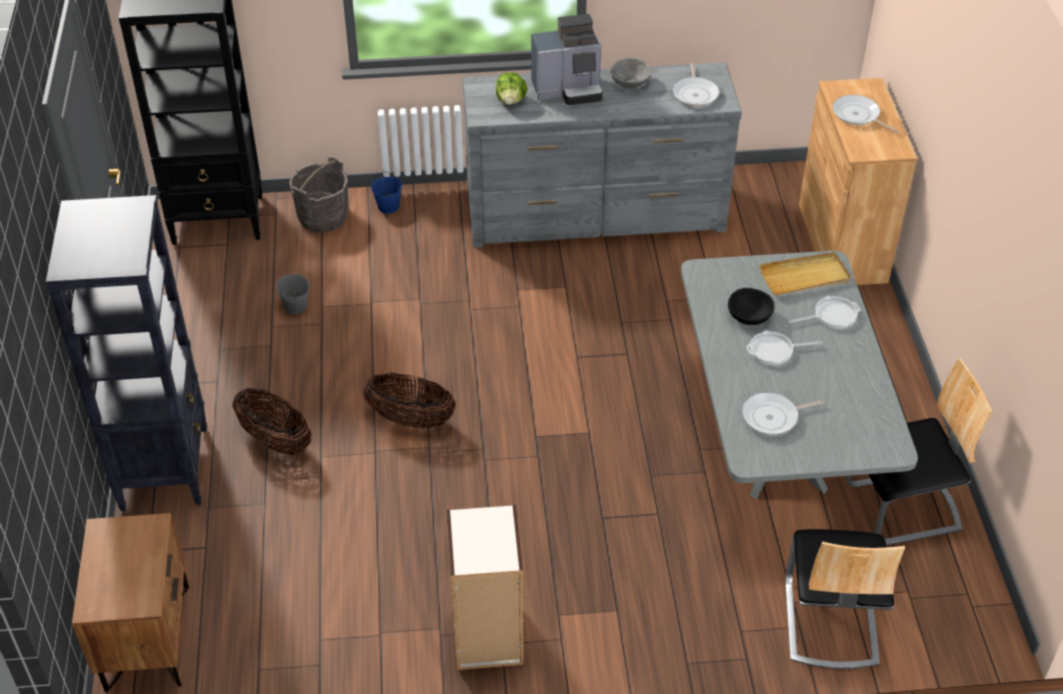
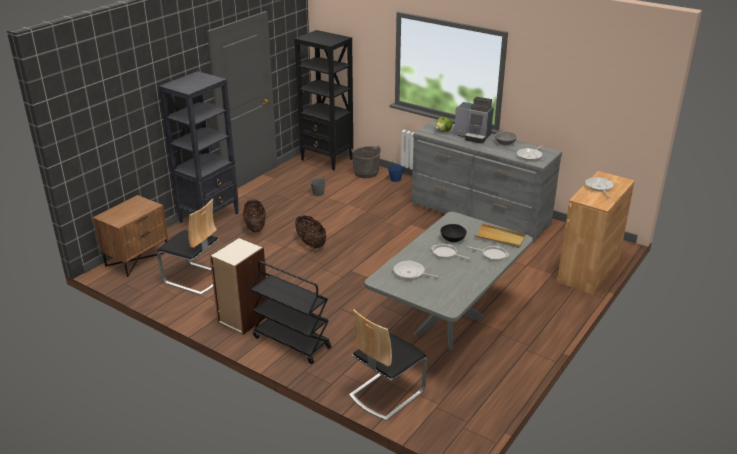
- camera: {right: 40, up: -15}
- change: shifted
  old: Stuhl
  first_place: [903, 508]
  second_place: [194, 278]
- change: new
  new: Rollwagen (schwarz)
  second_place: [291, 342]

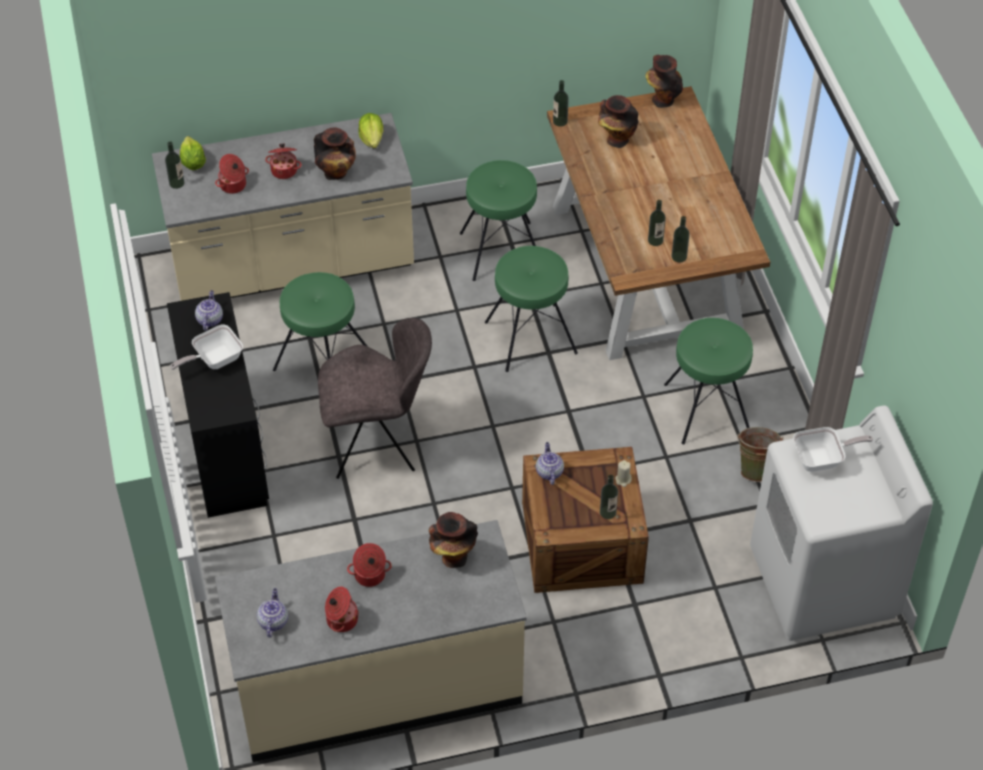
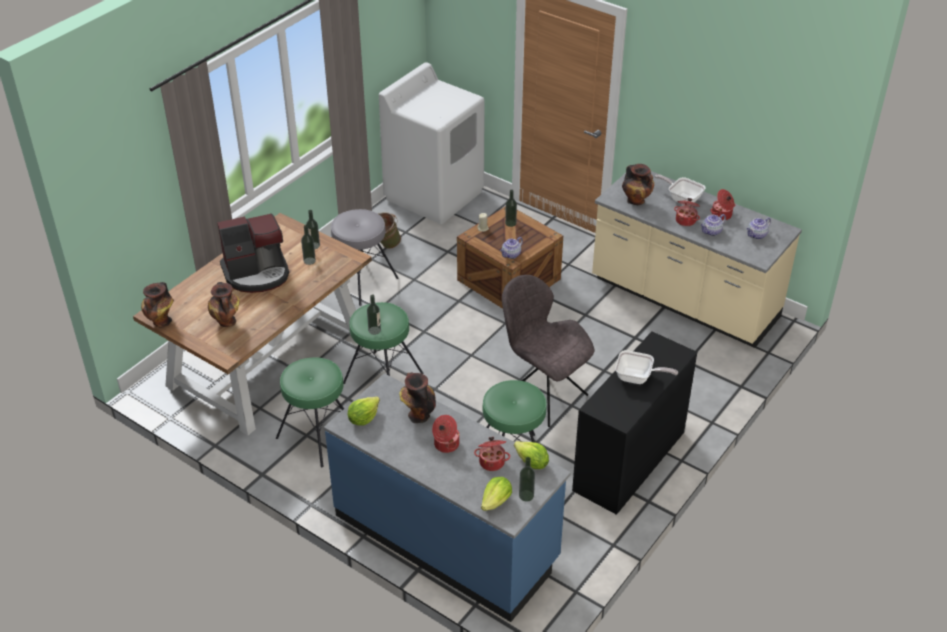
- camera: {right: -130, up: -10}
- change: new
  new: Kaffeemaschine
  second_place: [257, 273]
- change: repainted
  old: Küchenzeile (beige)
  new: Küchenzeile (blau)
  first_place: [292, 266]
  second_place: [446, 537]
- change: repainted
  old: Hocker (grün)
  new: Hocker (grau)
  first_place: [706, 409]
  second_place: [361, 281]
- change: shifted
  old: Flasche
  first_place: [560, 121]
  second_place: [374, 330]
- change: new
  new: Salatkopf
  second_place: [531, 463]
- change: shifted
  old: Pfanne
  first_place: [822, 460]
  second_place: [681, 199]
- change: shifted
  old: Teekanne
  first_place: [209, 319]
  second_place: [711, 232]

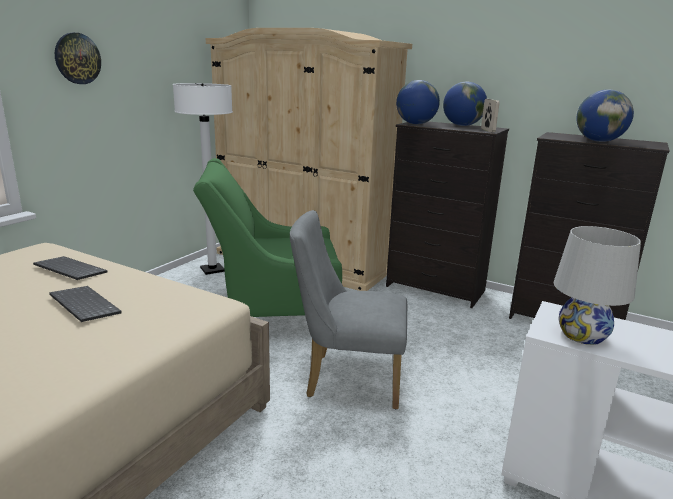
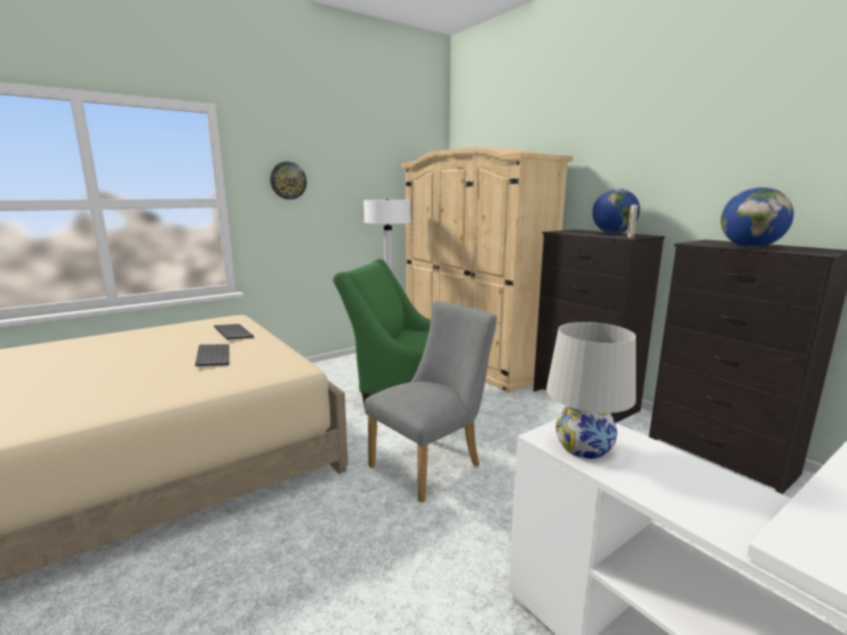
- camera: {right: 25, up: -5}
- change: rotated
  old: Stuhl (grau)
  first_place: [346, 379]
  second_place: [431, 464]
  degrees: 105
- change: gone
  old: Globus
  first_place: [416, 124]

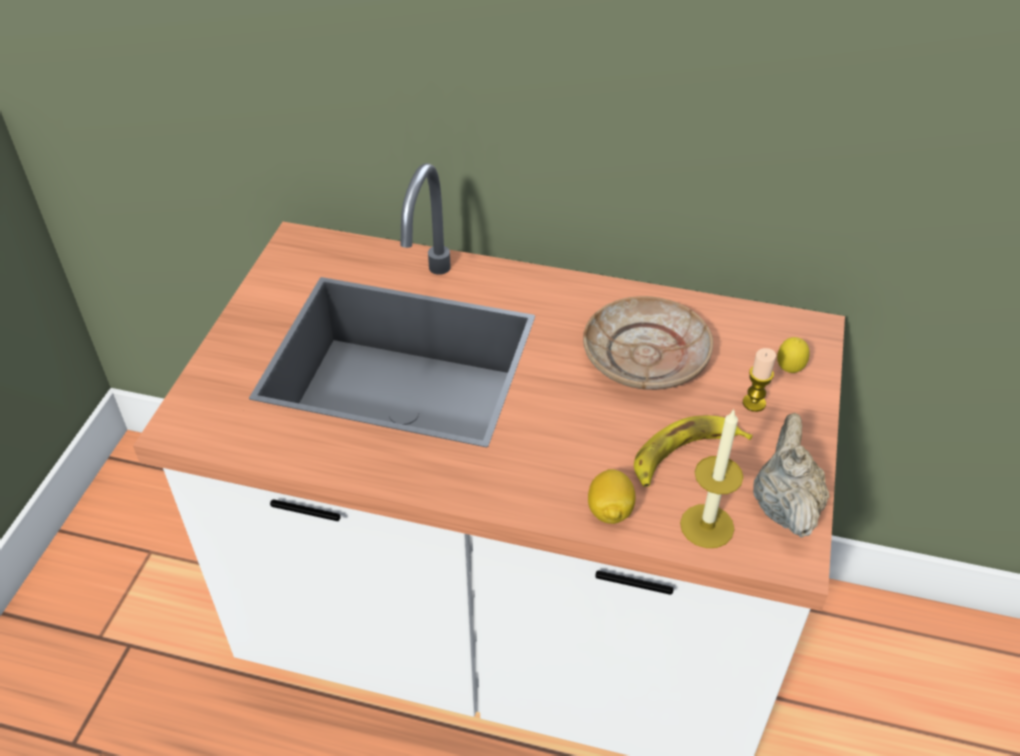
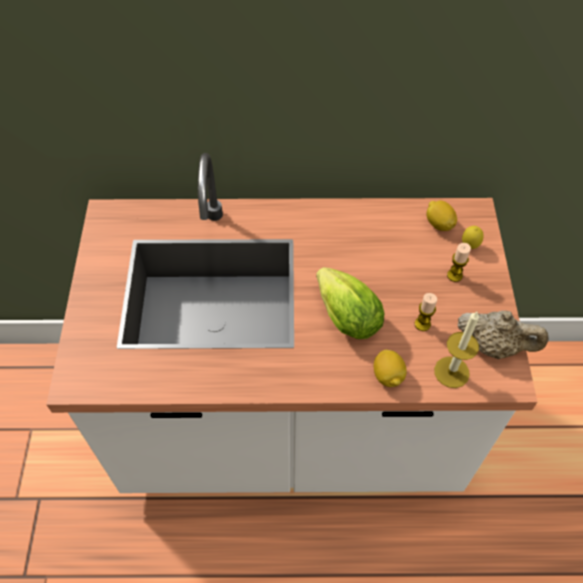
- camera: {right: -15, up: 10}
- change: new
  new: Salatkopf
  second_place: [344, 314]
- change: swapped
  old: Banane
  new: Kerze
  first_place: [684, 455]
  second_place: [422, 324]
- change: new
  new: Zitrone
  second_place: [439, 224]
- change: rotated
  old: Teekanne (beige)
  first_place: [784, 506]
  second_place: [494, 346]
  degrees: 120
- change: gone
  old: Teller (beige)
  first_place: [646, 357]

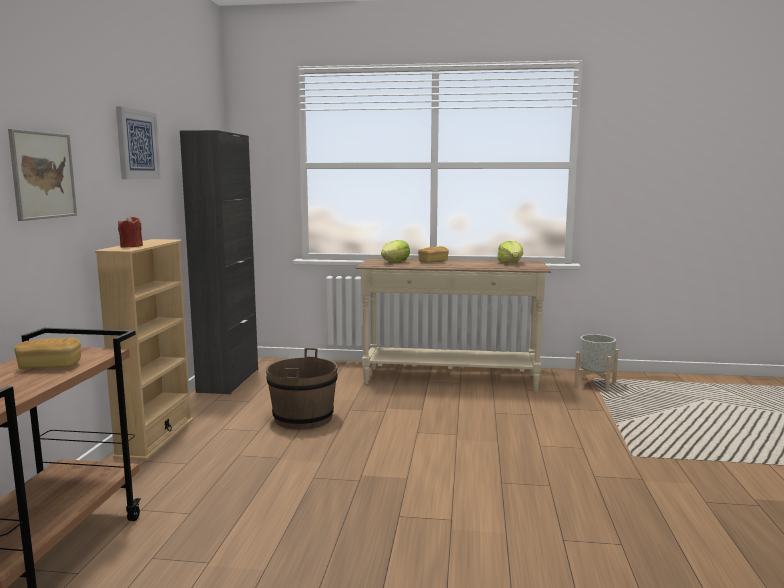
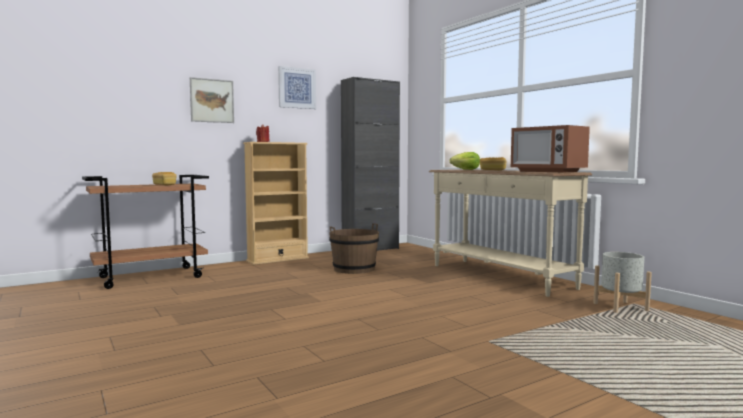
- camera: {right: 50, up: -5}
- change: swapped
  old: Salatkopf
  new: Mikrowelle
  first_place: [511, 263]
  second_place: [547, 171]

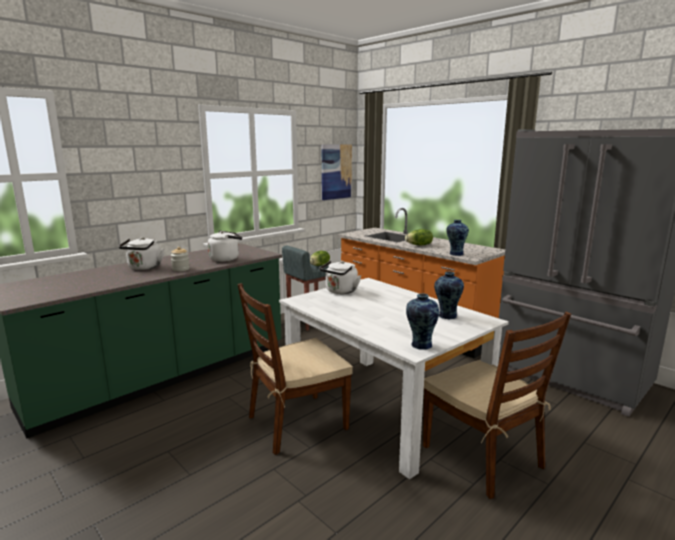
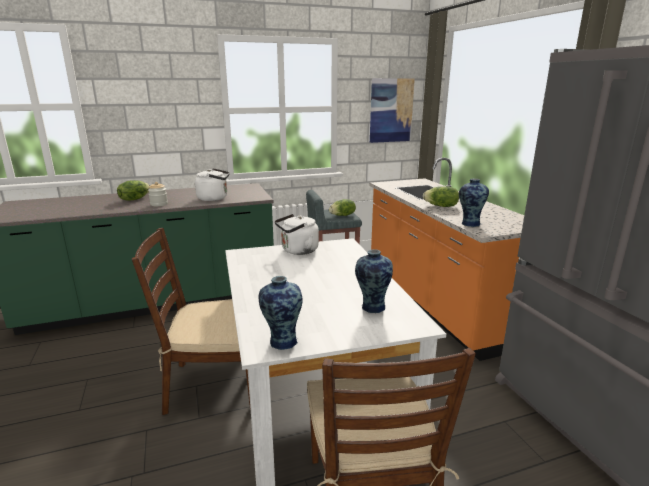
- camera: {right: 25, up: 5}
- change: swapped
  old: Wasserkessel (weiß)
  new: Salatkopf
  first_place: [144, 268]
  second_place: [134, 199]

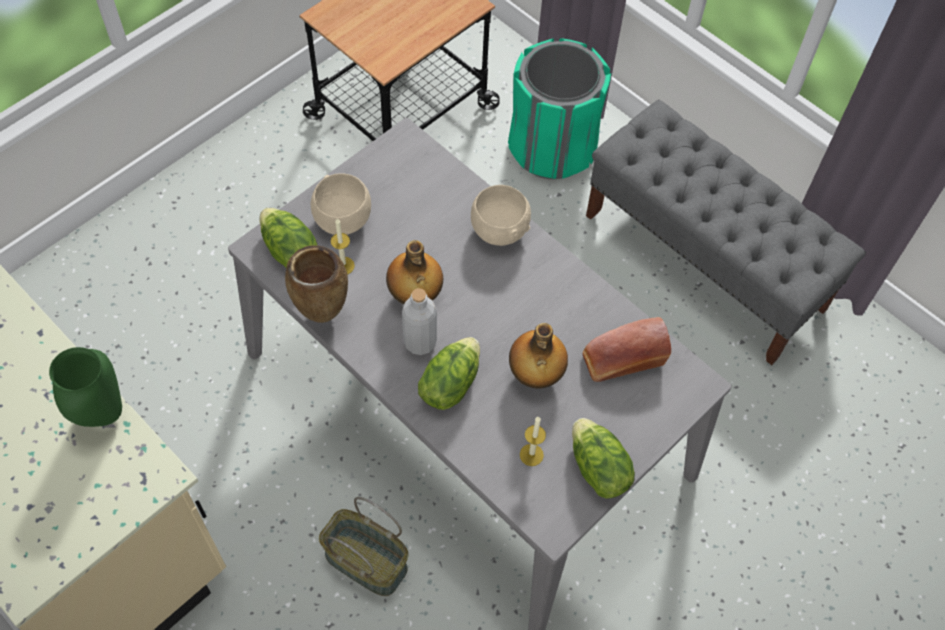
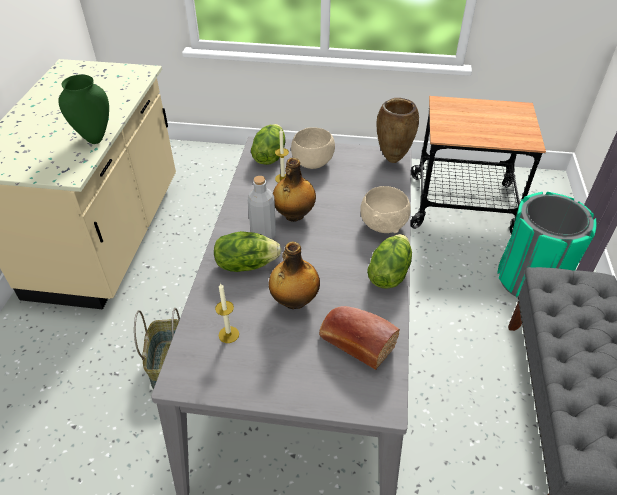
- camera: {right: 55, up: -15}
- change: shifted
  old: Salatkopf
  first_place: [597, 469]
  second_place: [388, 273]
- change: shifted
  old: Vase (braun)
  first_place: [322, 316]
  second_place: [392, 160]

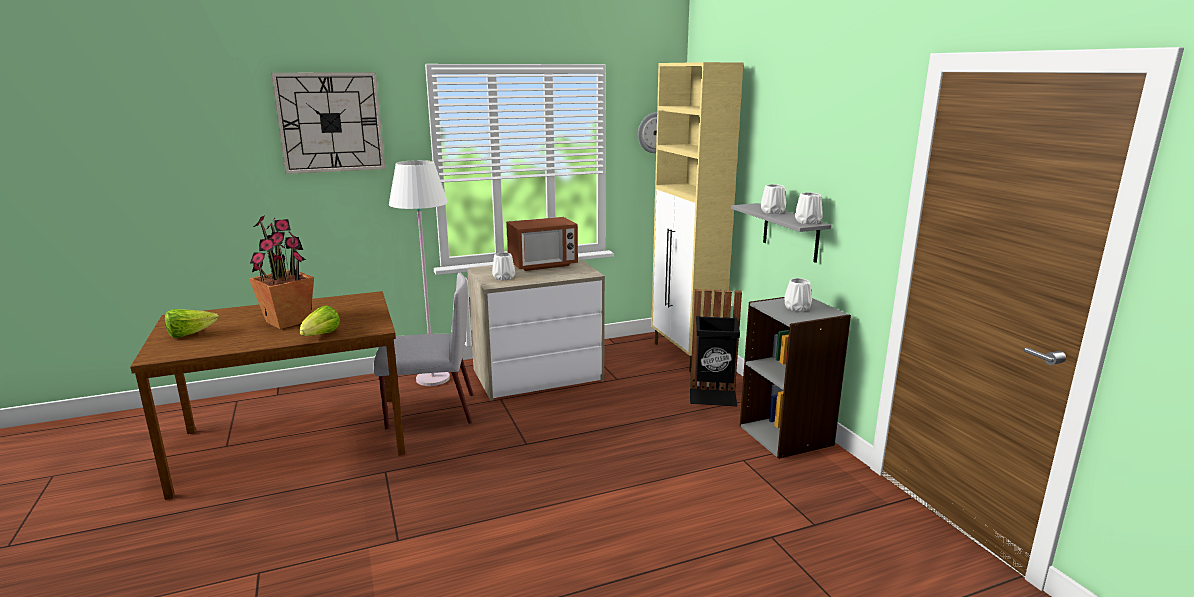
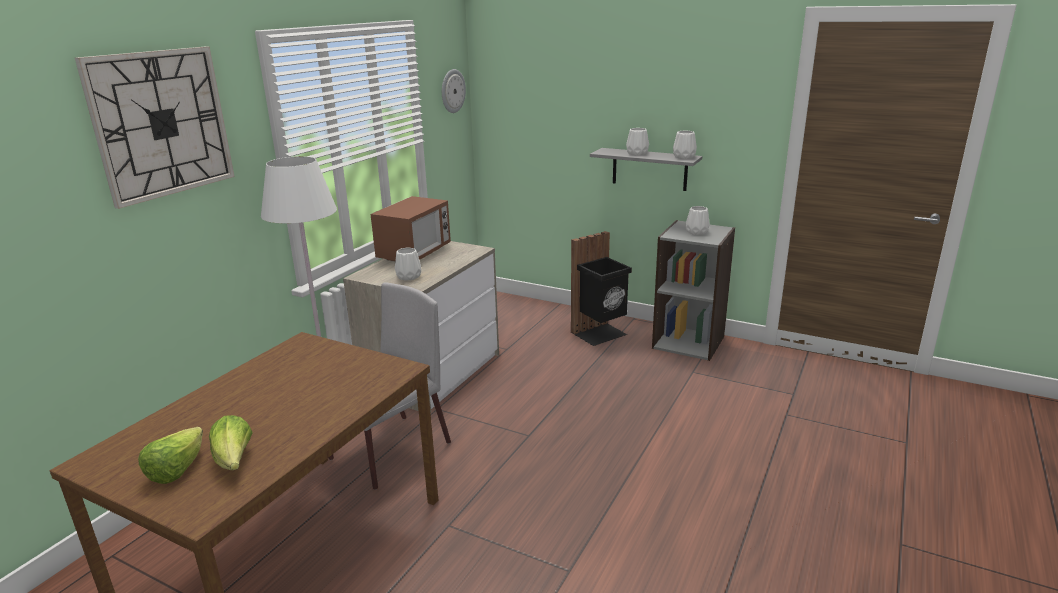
- camera: {right: -40, up: 5}
- change: shifted
  old: Salatkopf
  first_place: [321, 336]
  second_place: [234, 461]
- change: gone
  old: Topfpflanze
  first_place: [288, 321]
- change: gone
  old: Schrank (beige)
  first_place: [686, 355]

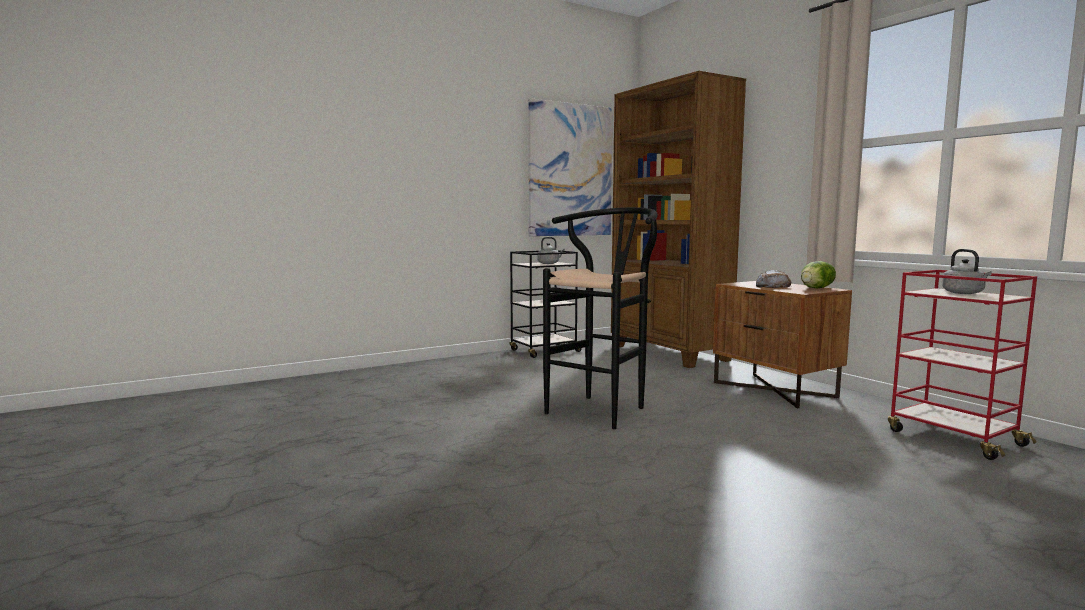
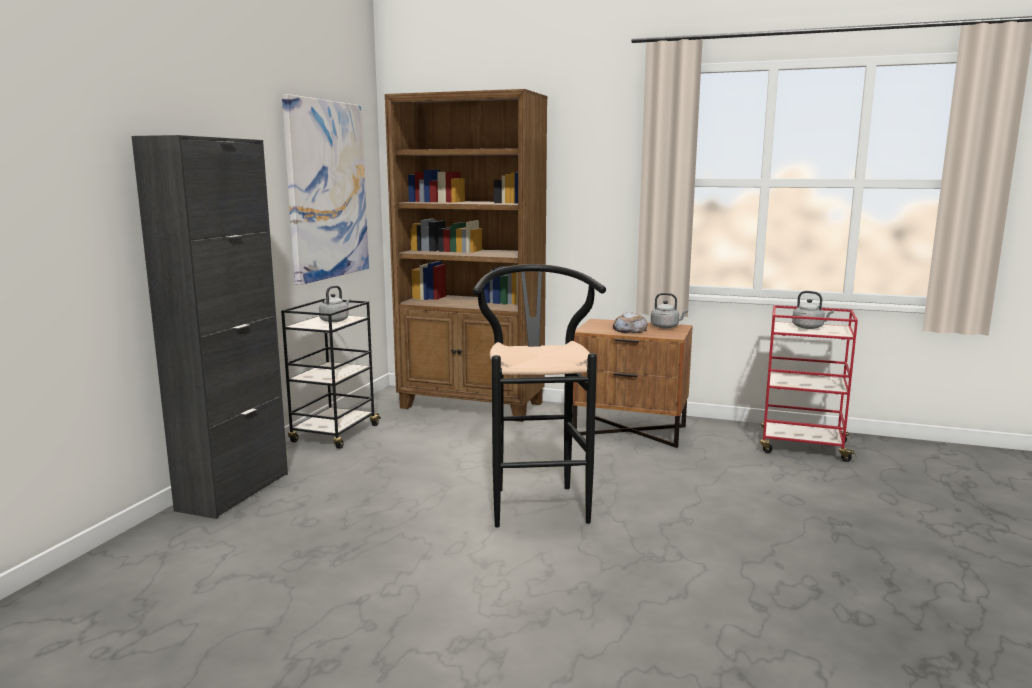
- camera: {right: -40, up: 5}
- change: new
  new: Schrank (schwarz)
  second_place: [234, 491]
- change: swapped
  old: Salatkopf
  new: Wasserkessel (grau)
  first_place: [817, 288]
  second_place: [666, 327]

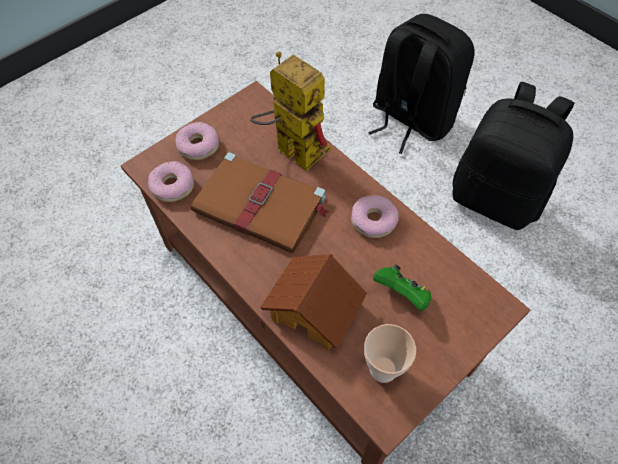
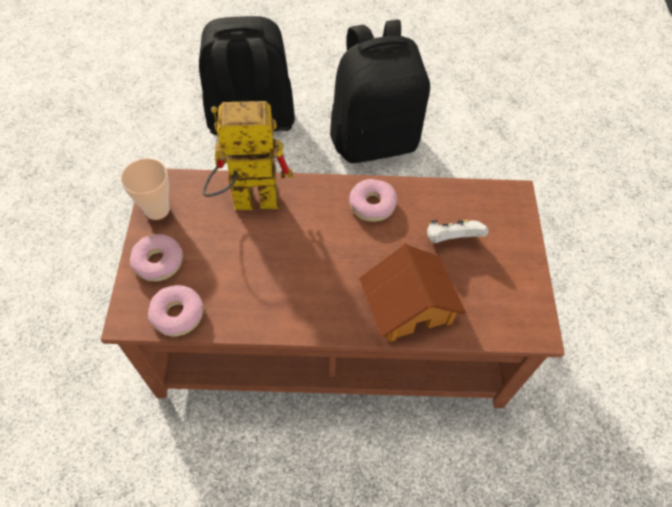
- camera: {right: -50, up: 0}
- change: shifted
  old: Tasse
  first_place: [383, 369]
  second_place: [157, 210]
- change: repainted
  old: Gamepad (grün)
  new: Gamepad (weiß)
  first_place: [402, 294]
  second_place: [451, 239]
- change: gone
  old: Buch (braun)
  first_place: [261, 206]

